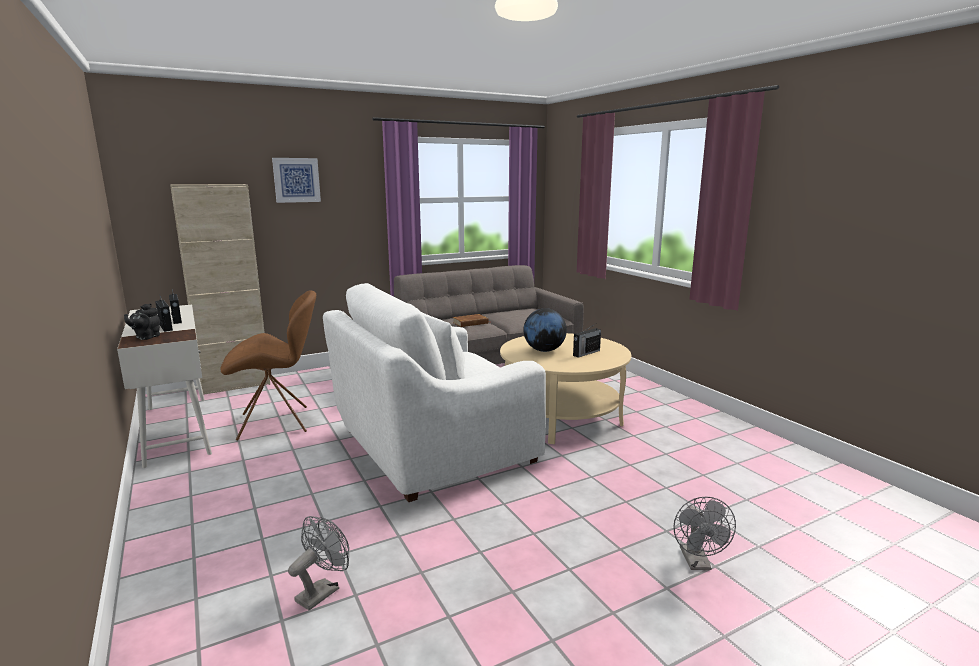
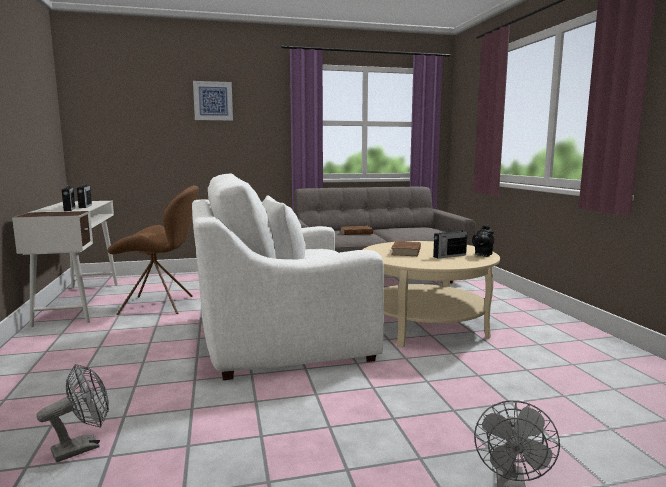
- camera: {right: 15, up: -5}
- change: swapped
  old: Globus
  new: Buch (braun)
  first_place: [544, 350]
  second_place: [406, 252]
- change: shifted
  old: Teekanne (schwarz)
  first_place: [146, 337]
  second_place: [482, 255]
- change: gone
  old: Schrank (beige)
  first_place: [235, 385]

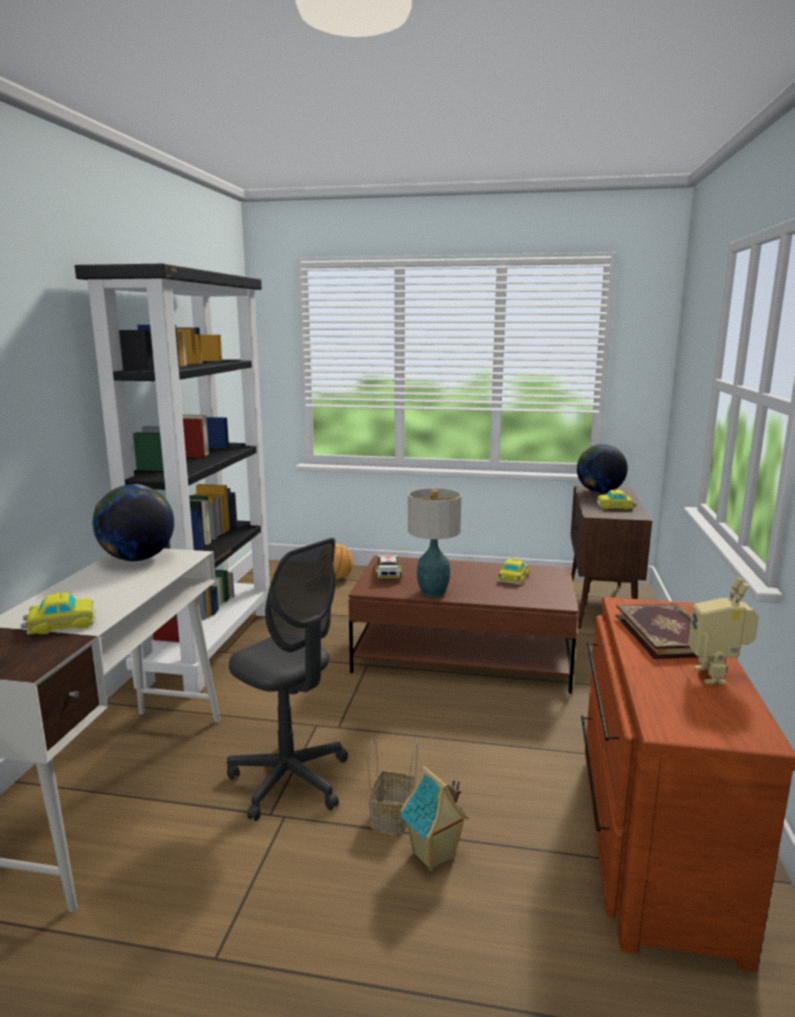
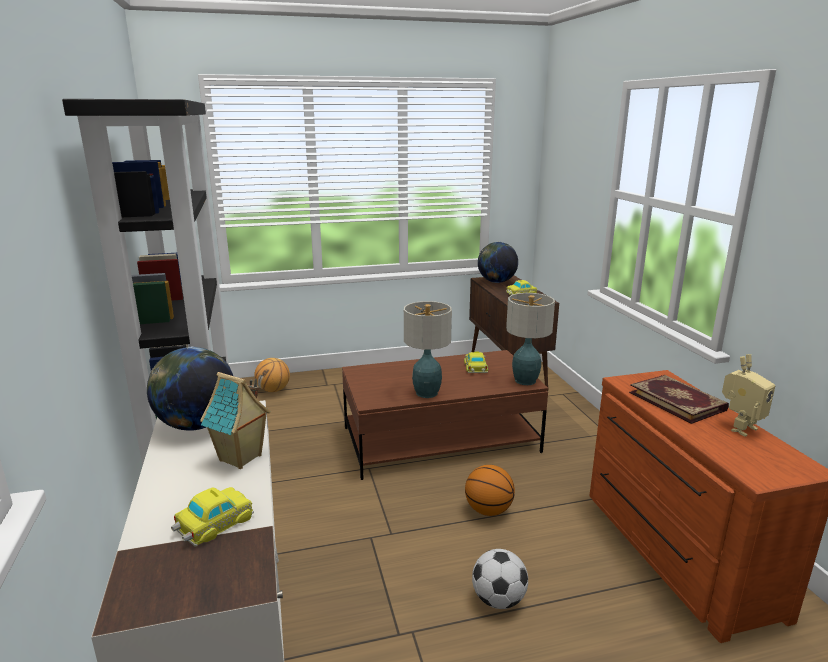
- camera: {right: -25, up: 5}
- change: shifted
  old: Spielzeughaus
  first_place: [433, 856]
  second_place: [241, 458]
- change: new
  new: Basketball
  second_place: [488, 510]
- change: swapped
  old: Korb
  new: Fußball
  first_place: [392, 817]
  second_place: [498, 600]
- change: new
  new: Tischlampe
  second_place: [525, 381]
- change: rotated
  old: Spielzeugroboter
  first_place: [716, 676]
  second_place: [739, 428]
  degrees: -105
- change: gone
  old: Bürostuhl (grau)
  first_place: [290, 780]
- change: gone
  old: Spielzeugauto
  first_place: [388, 572]

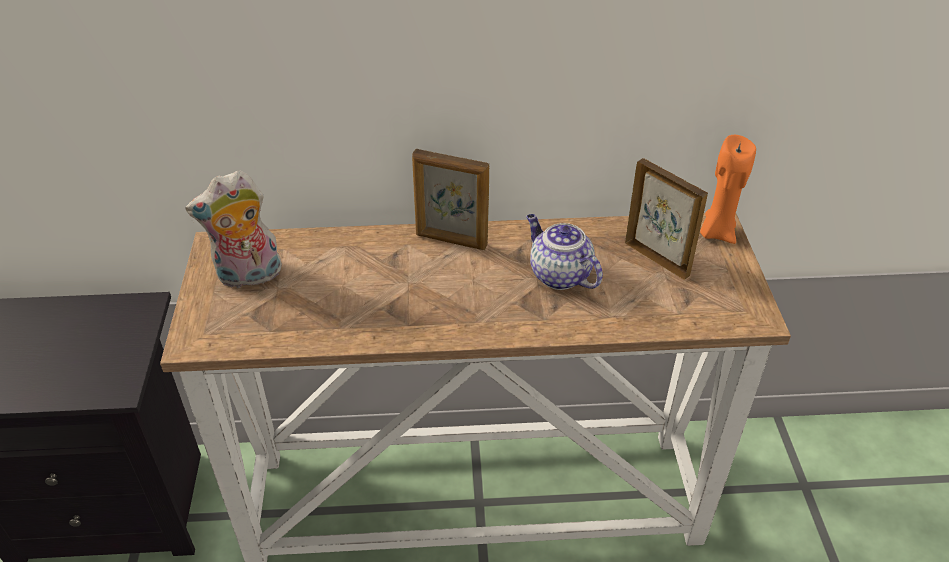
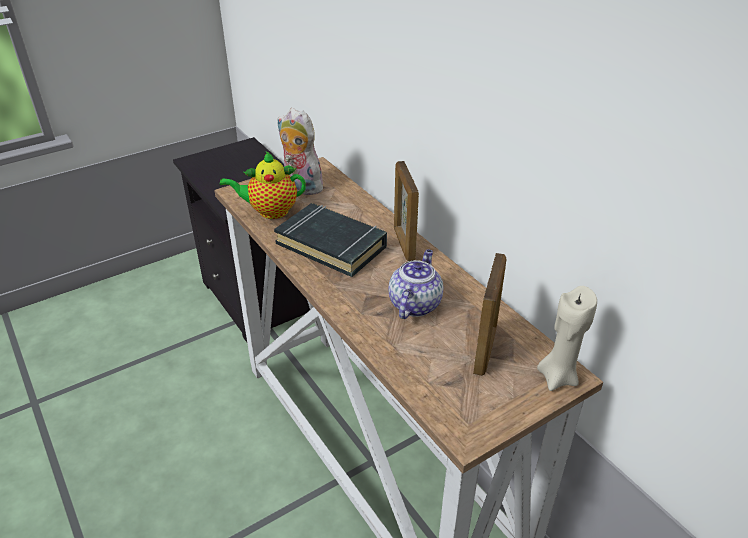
- camera: {right: 60, up: -5}
- change: new
  new: Teekanne
  second_place: [270, 211]
- change: new
  new: Buch (schwarz)
  second_place: [332, 245]
- change: repainted
  old: Kerze (orange)
  new: Kerze (beige)
  first_place: [716, 232]
  second_place: [558, 376]

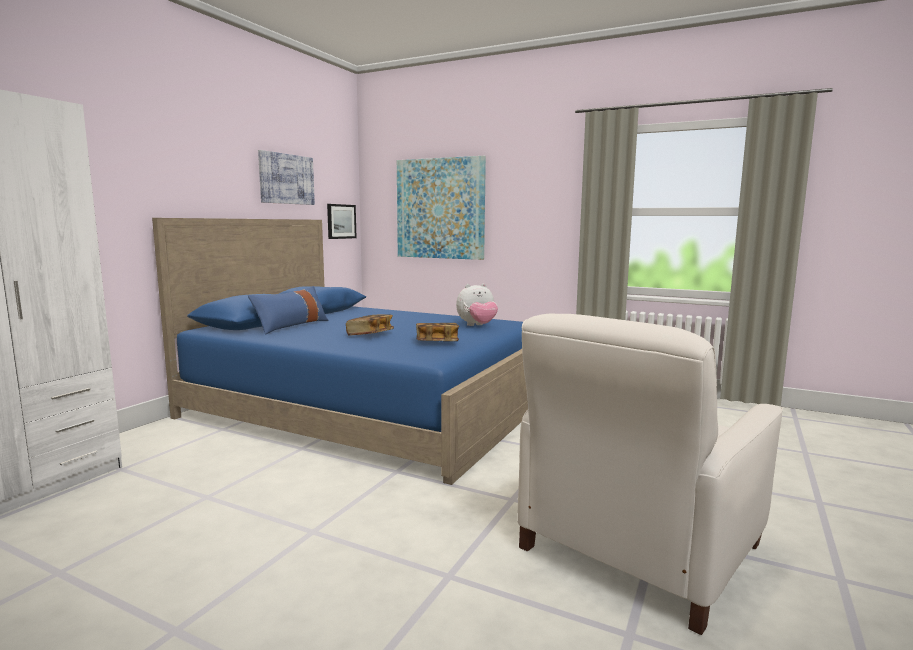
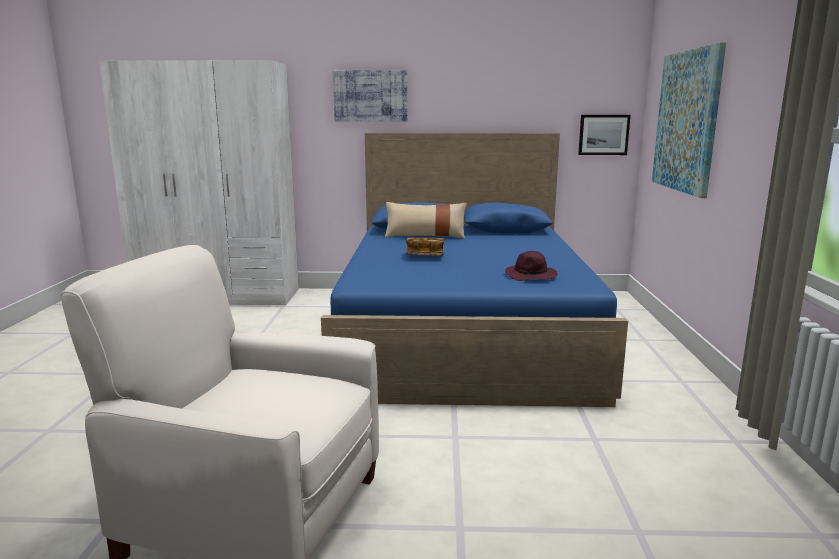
- camera: {right: 65, up: 5}
- change: shifted
  old: Bild
  first_place: [286, 179]
  second_place: [370, 96]
- change: repainted
  old: Kissen (blau)
  new: Kissen (beige)
  first_place: [291, 326]
  second_place: [425, 236]
- change: swapped
  old: Plüschtier
  new: Hut (lila)
  first_place: [477, 326]
  second_place: [531, 276]
- change: gone
  old: Buch
  first_place: [437, 343]

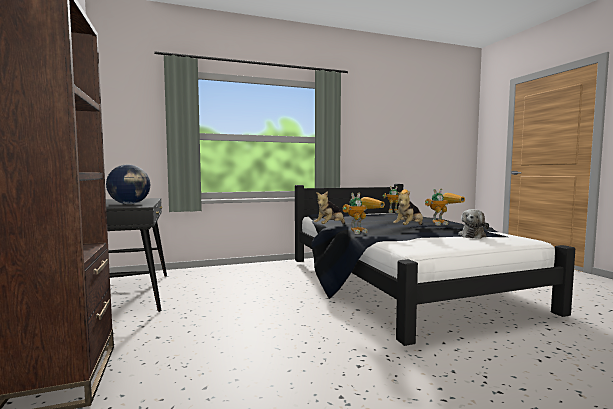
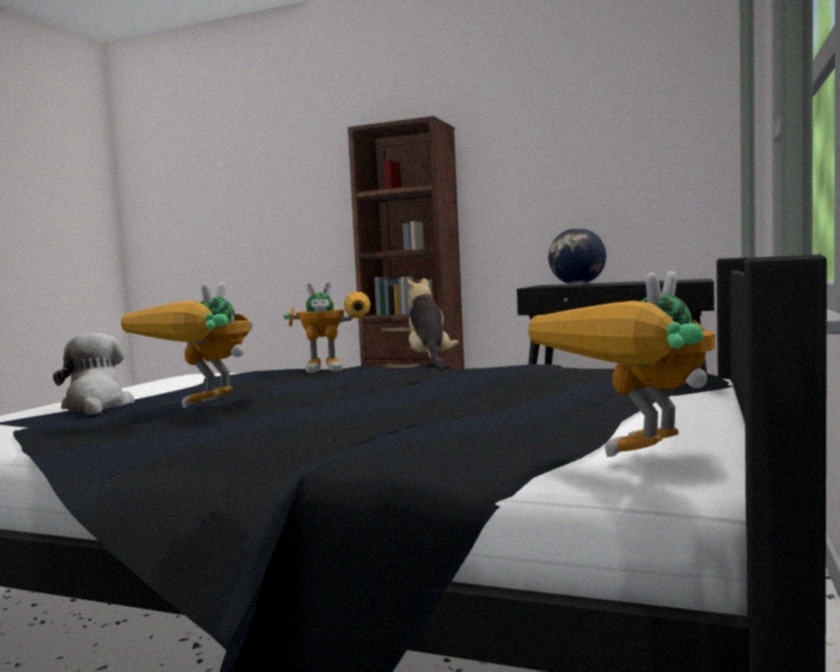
- camera: {right: 130, up: 0}
- change: rotated
  old: Spielzeugroboter
  first_place: [361, 231]
  second_place: [338, 368]
  degrees: -105
- change: gone
  old: Plüschtier
  first_place: [409, 228]

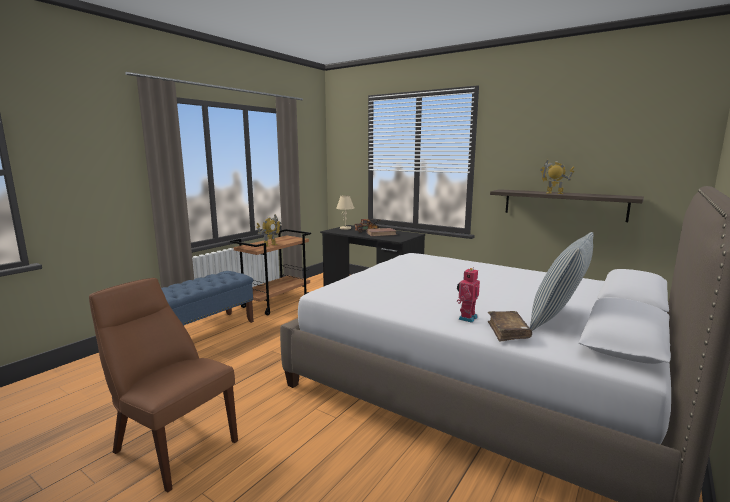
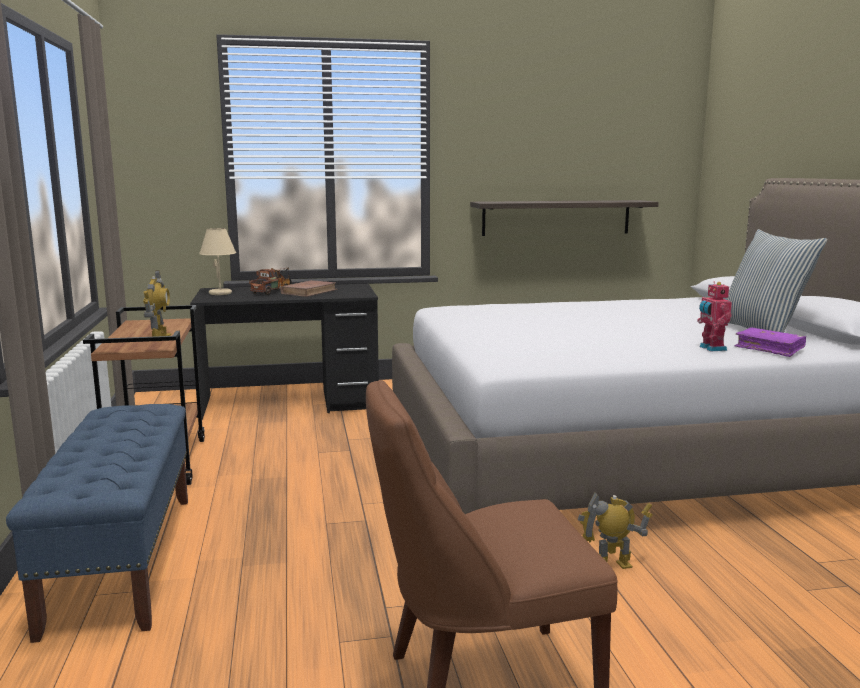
- camera: {right: -45, up: 0}
- change: shifted
  old: Spielzeugroboter
  first_place: [554, 193]
  second_place: [612, 566]
- change: repainted
  old: Buch (braun)
  new: Buch (lila)
  first_place: [508, 331]
  second_place: [769, 349]

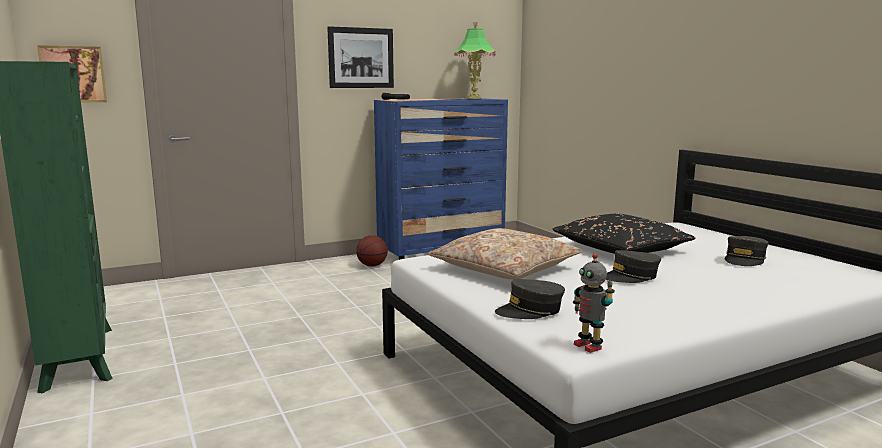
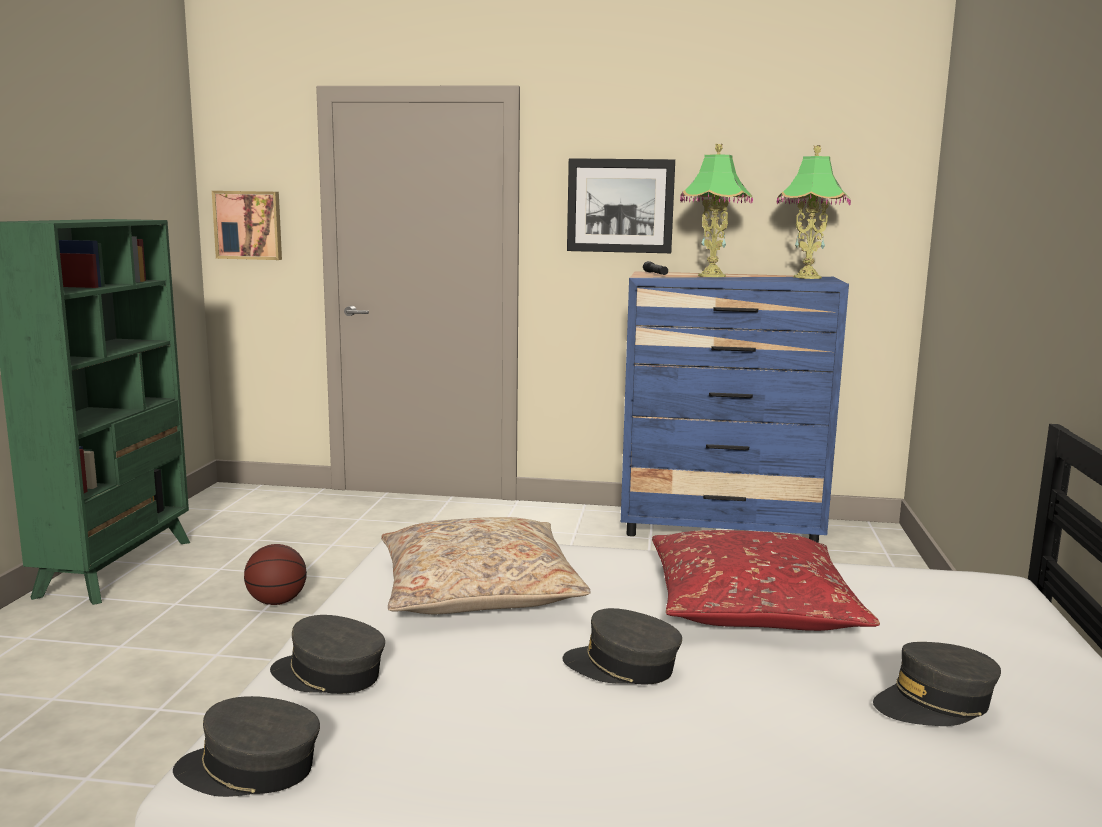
- camera: {right: 35, up: 0}
- change: swapped
  old: Spielzeugroboter
  new: Kappe (grau)
  first_place: [589, 346]
  second_place: [250, 770]
- change: shifted
  old: Basketball
  first_place: [372, 265]
  second_place: [277, 602]
- change: repainted
  old: Kissen (schwarz)
  new: Kissen (rot)
  first_place: [621, 248]
  second_place: [751, 605]
- change: new
  new: Tischlampe
  second_place: [712, 276]

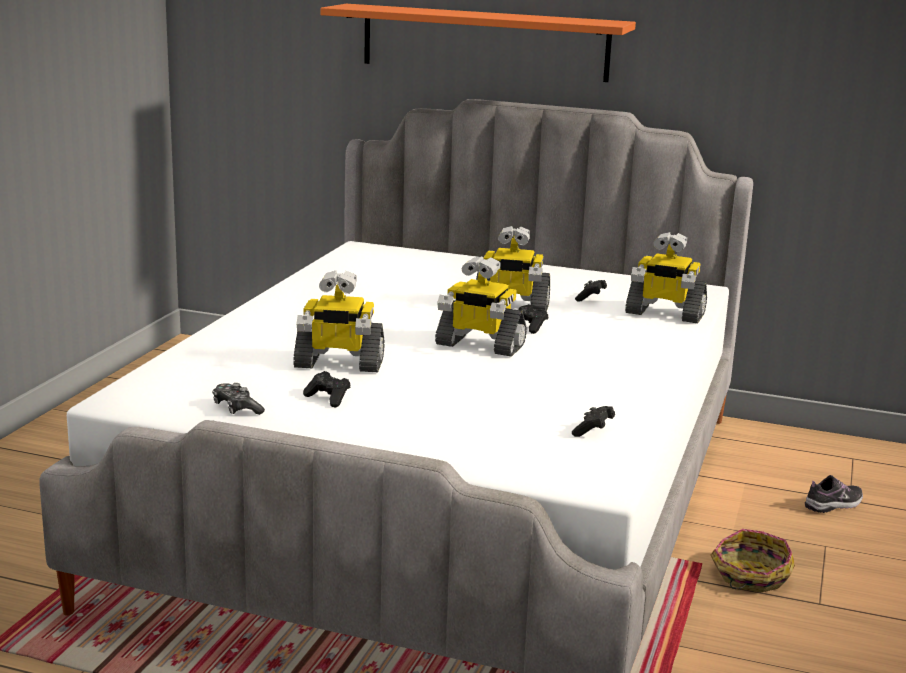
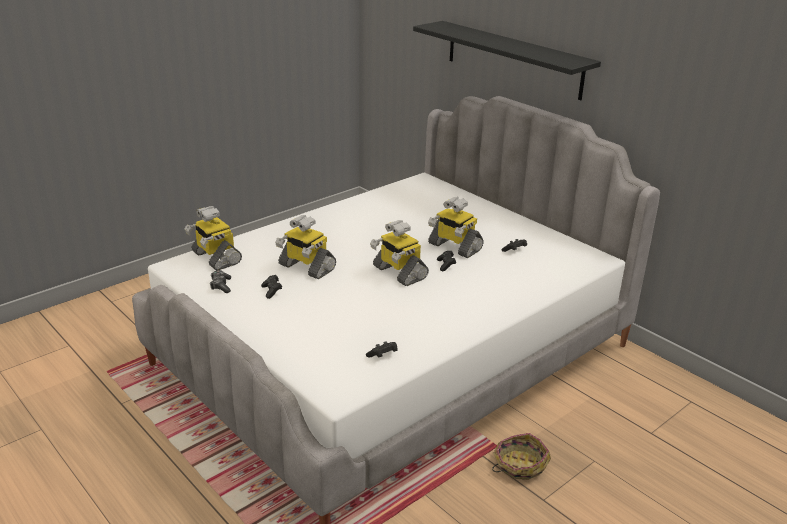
- camera: {right: 30, up: 10}
- change: shifted
  old: Spielzeugroboter
  first_place: [664, 314]
  second_place: [215, 258]
- change: repainted
  old: Wandregal (orange)
  new: Wandregal (schwarz)
  first_place: [484, 42]
  second_place: [513, 59]
- change: gone
  old: Schuh
  first_place: [834, 504]

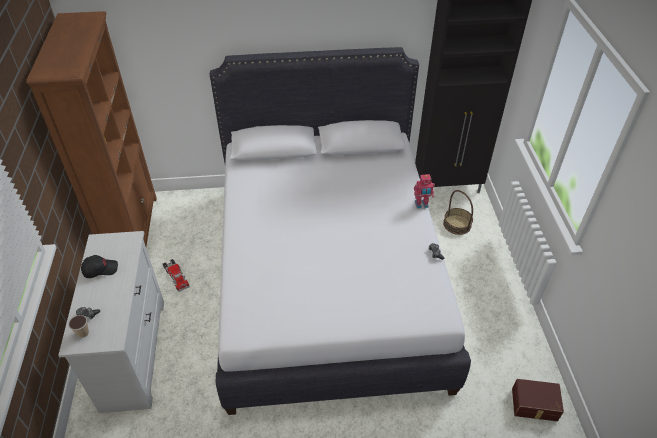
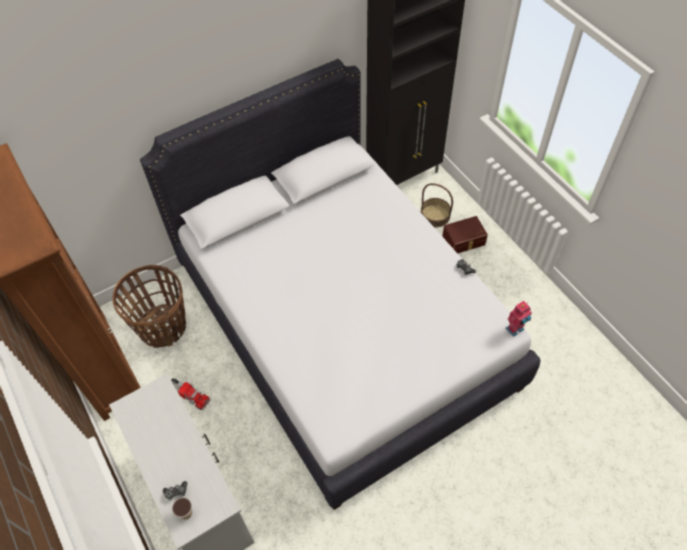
- camera: {right: -25, up: 10}
- change: new
  new: Korb
  second_place: [163, 327]
- change: shifted
  old: Aufbewahrungsbox (braun)
  first_place: [534, 405]
  second_place: [464, 241]
- change: shifted
  old: Spielzeugroboter
  first_place: [421, 205]
  second_place: [515, 329]
- change: gone
  old: Kappe (schwarz)
  first_place: [100, 269]

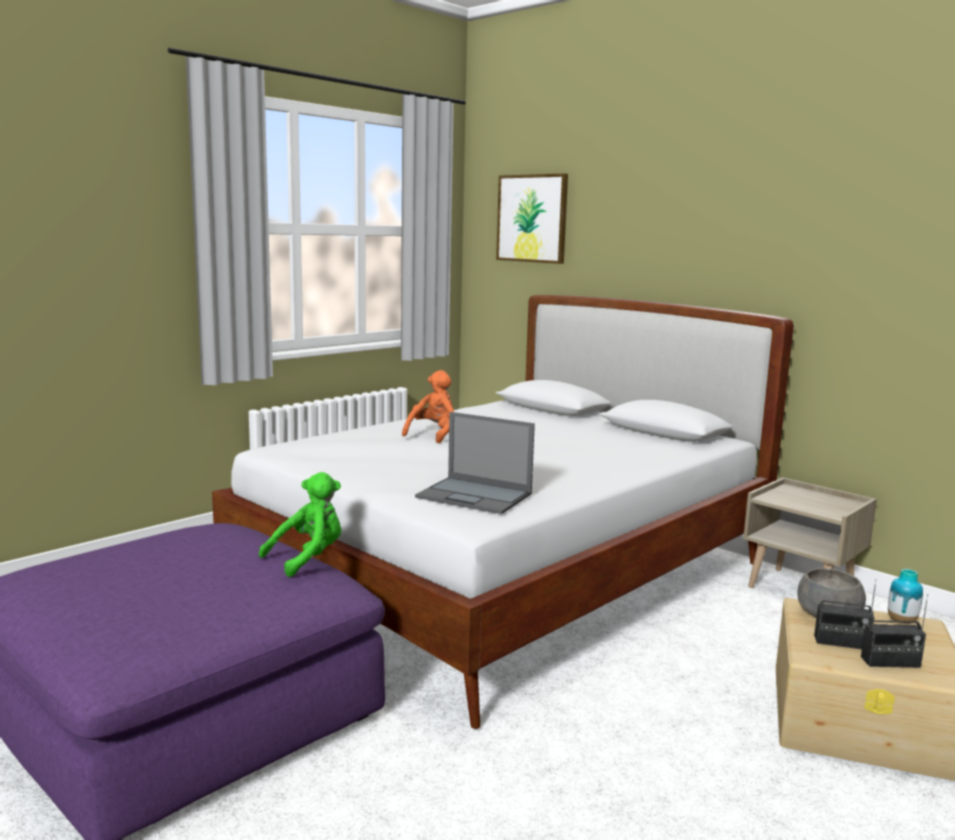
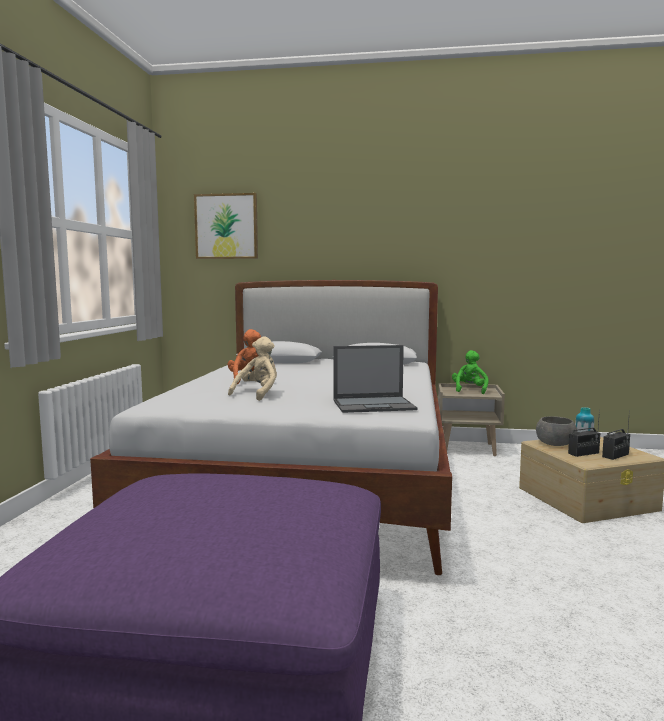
- camera: {right: -35, up: -5}
- change: new
  new: Plüschtier (beige)
  second_place: [258, 394]
- change: shifted
  old: Plüschtier (grün)
  first_place: [308, 558]
  second_place: [469, 390]

